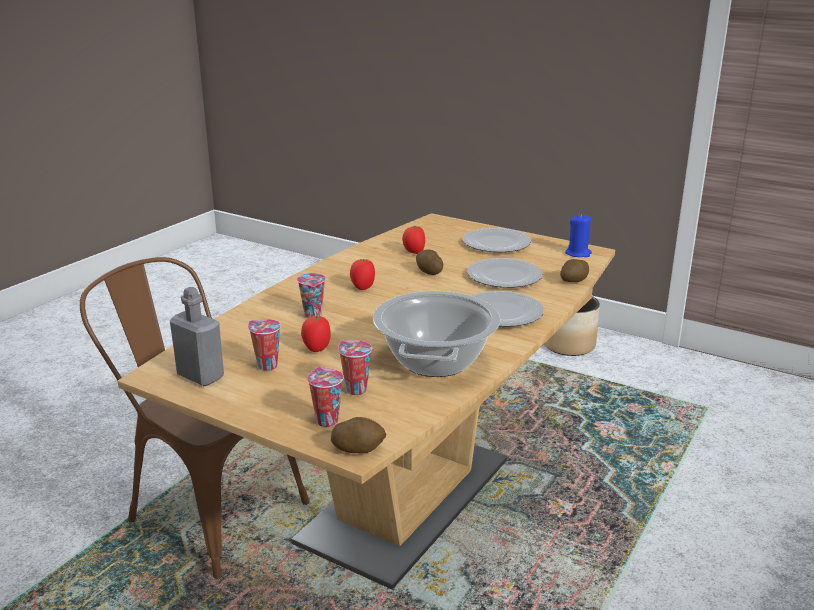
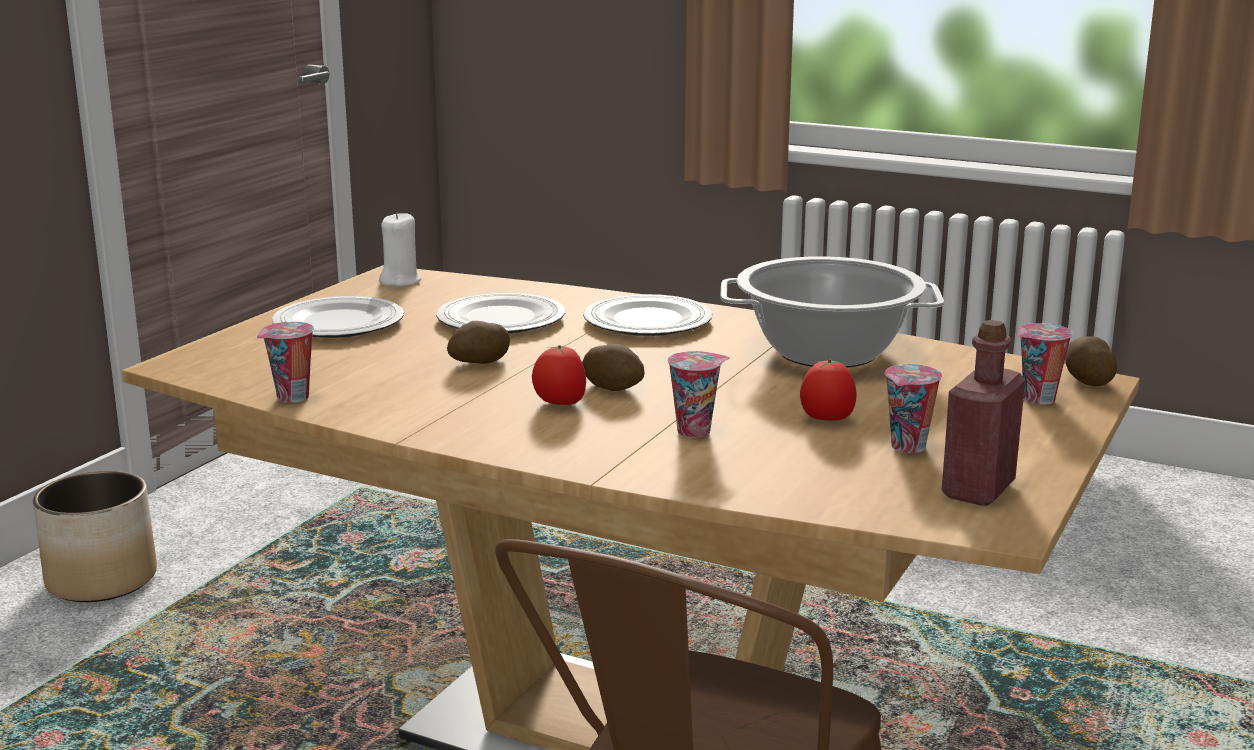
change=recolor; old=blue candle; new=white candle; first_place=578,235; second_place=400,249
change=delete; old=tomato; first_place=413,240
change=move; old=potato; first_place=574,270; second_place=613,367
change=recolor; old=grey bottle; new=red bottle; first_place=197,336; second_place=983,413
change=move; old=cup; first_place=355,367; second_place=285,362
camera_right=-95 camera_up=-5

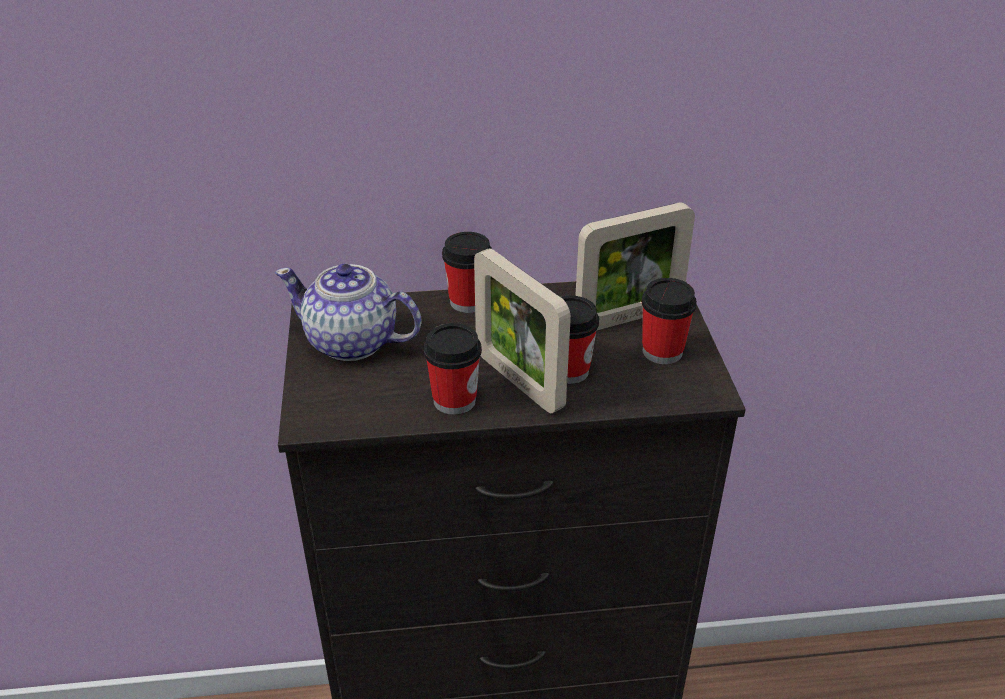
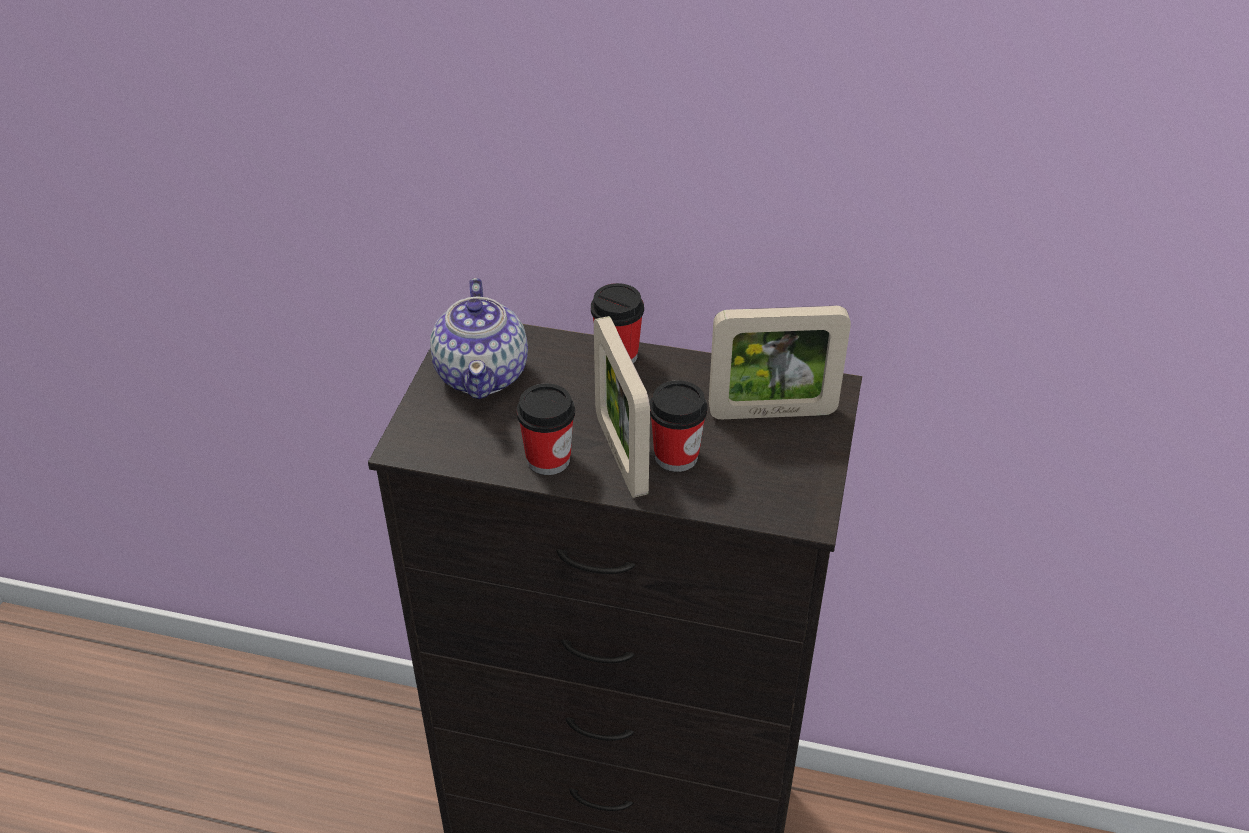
change=rotate; old=teapot; first_place=348,312; second_place=479,338; degrees=-135
change=delete; old=cup; first_place=669,321
camera_right=20 camera_up=5

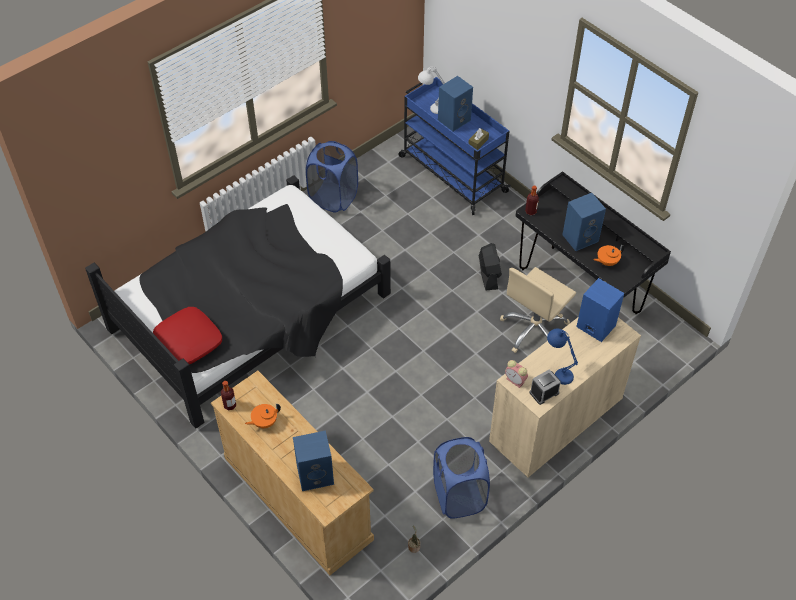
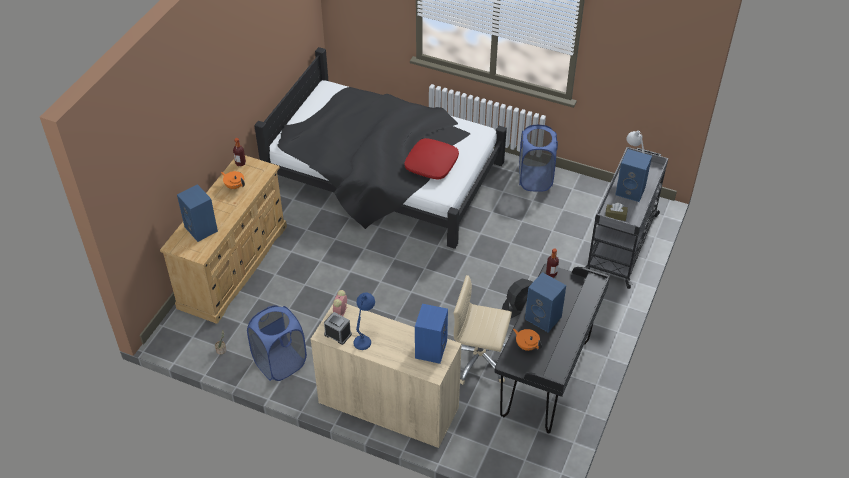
change=recolor; old=blue cart; new=grey cart; first_place=454,146; second_place=626,218
change=move; old=red pillow; first_place=187,335; second_place=431,159
camera_right=65 camera_up=-5

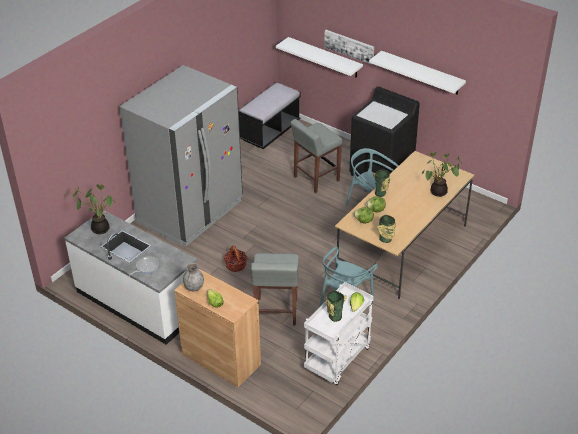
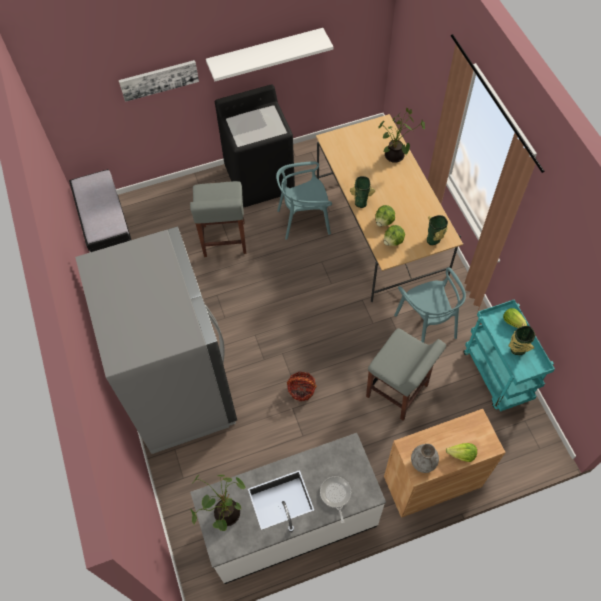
change=delete; old=white shelf; first_place=319,57
change=recolor; old=white cart; new=turquoise cart; first_place=339,333; second_place=509,355
camera_right=-55 camera_up=20

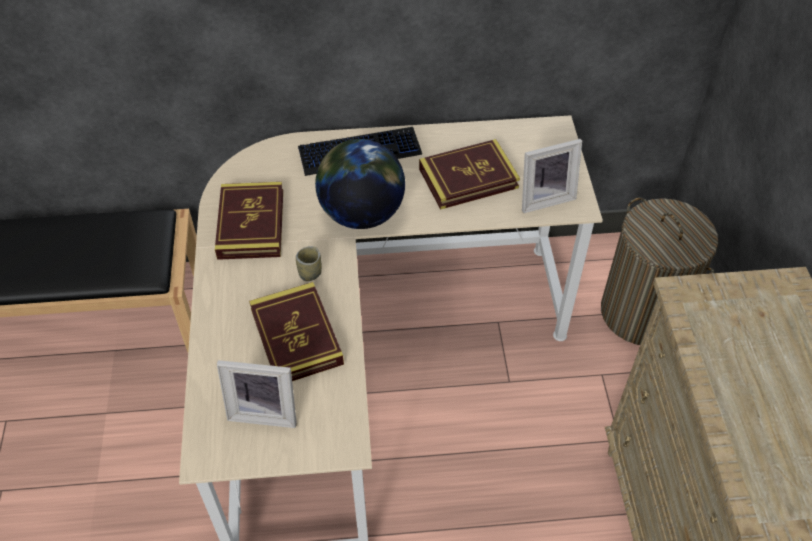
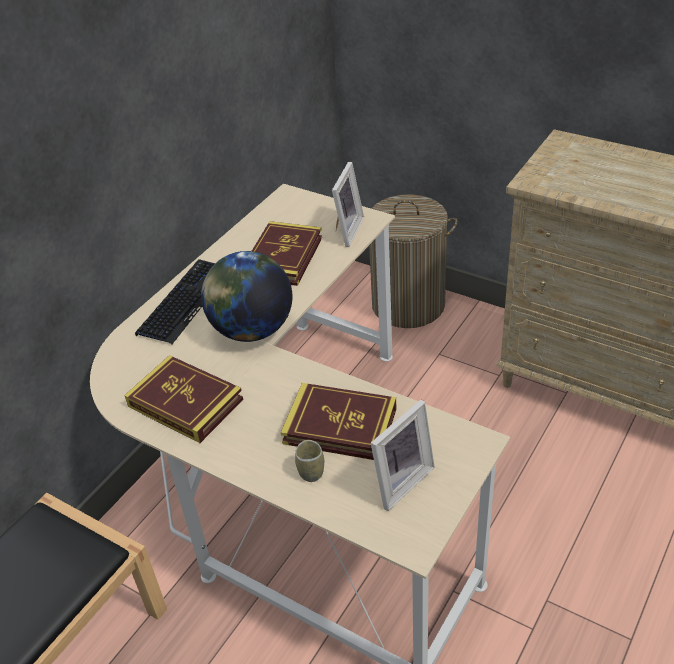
change=move; old=cup; first_place=309,263; second_place=309,461
camera_right=-50 camera_up=-10

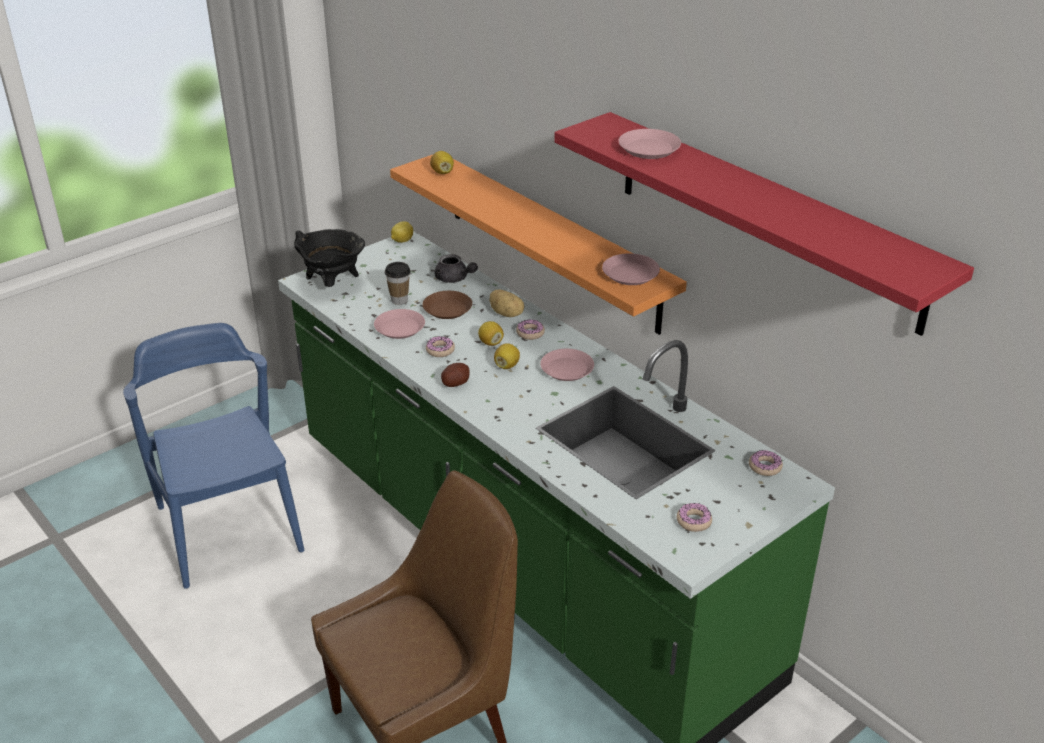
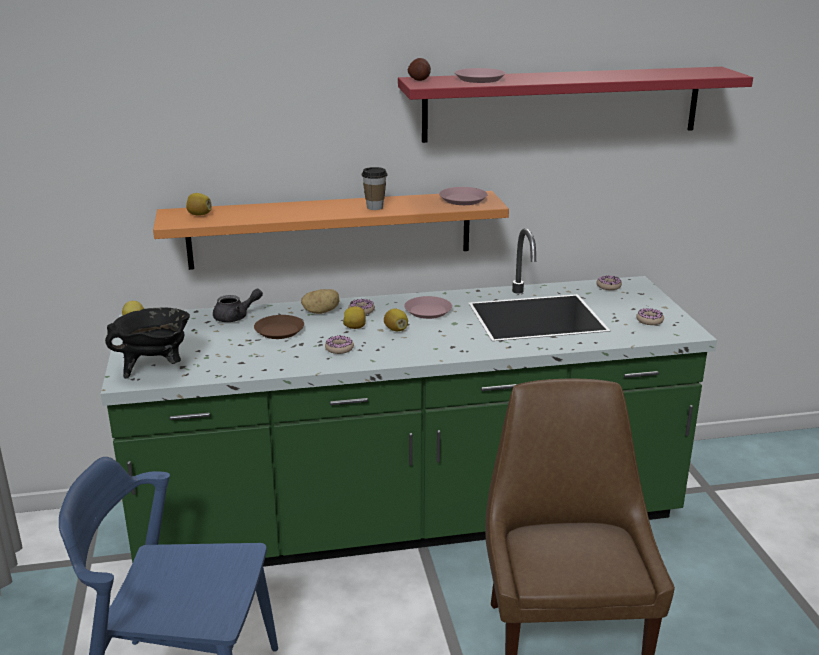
change=move; old=cup; first_place=398,283; second_place=375,188
change=delete; old=pink plate; first_place=399,324
change=move; old=potato; first_place=455,375; second_place=419,69
camera_right=-60 camera_up=-10

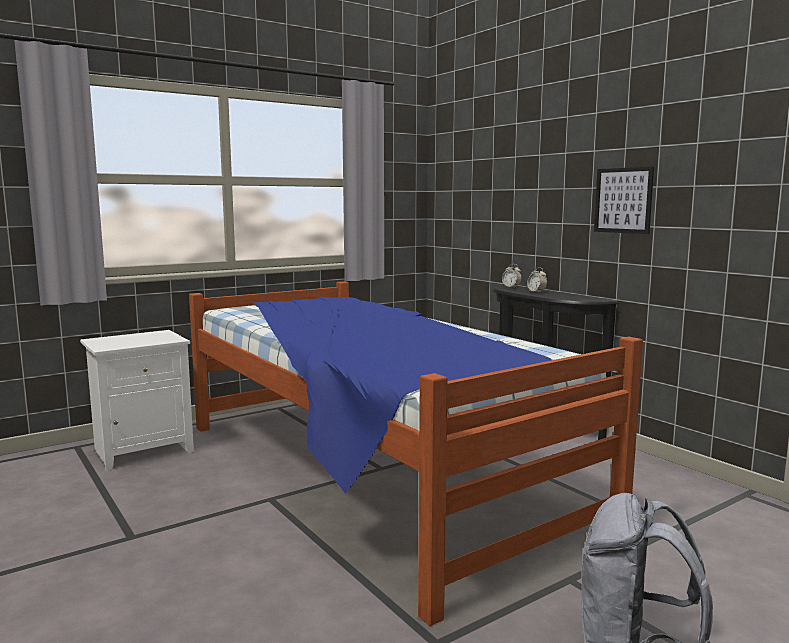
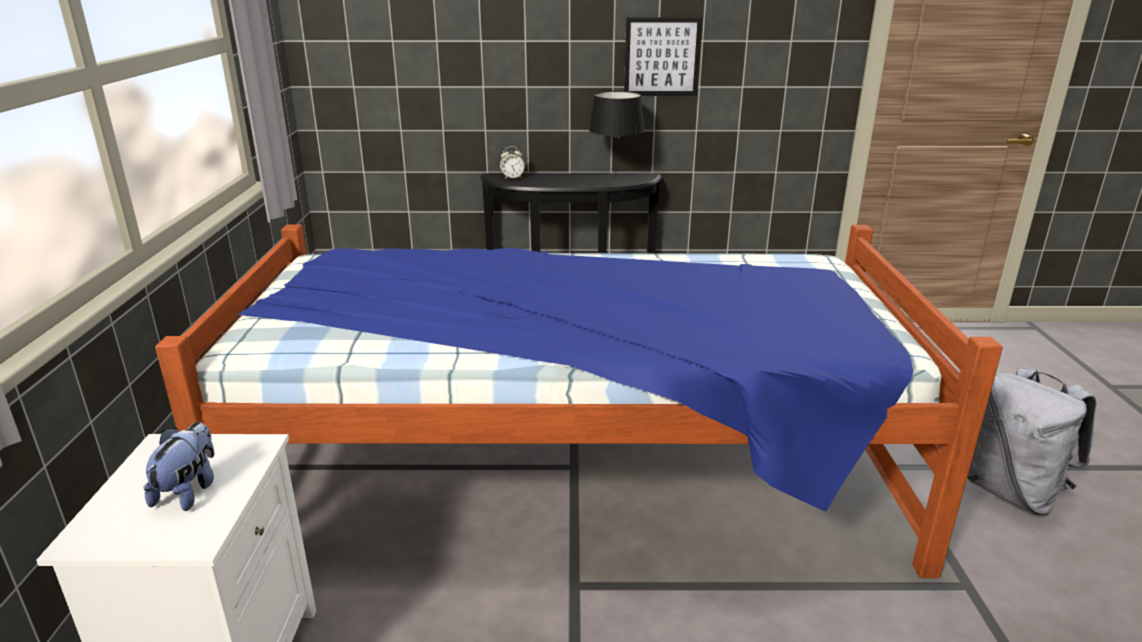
change=delete; old=alarm clock; first_place=537,280
change=insert; new=black table lamp; second_place=617,135
change=insert; new=plush toy; second_place=179,466
camera_right=-55 camera_up=15

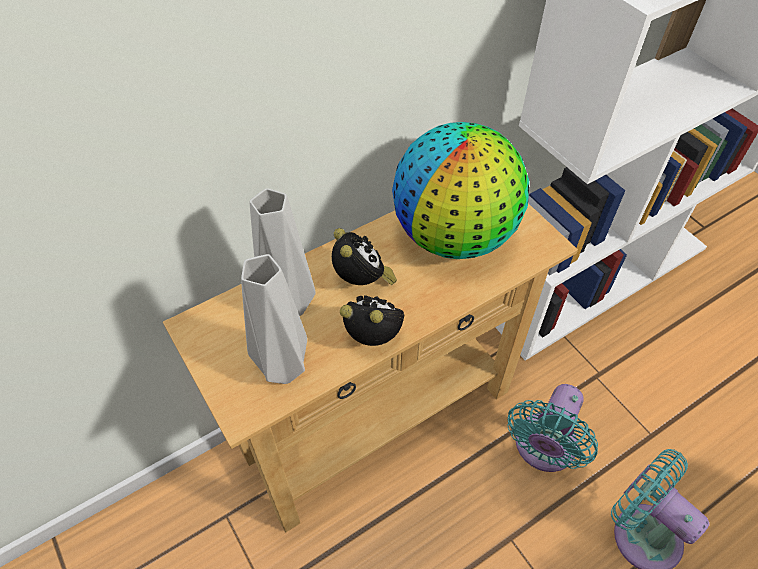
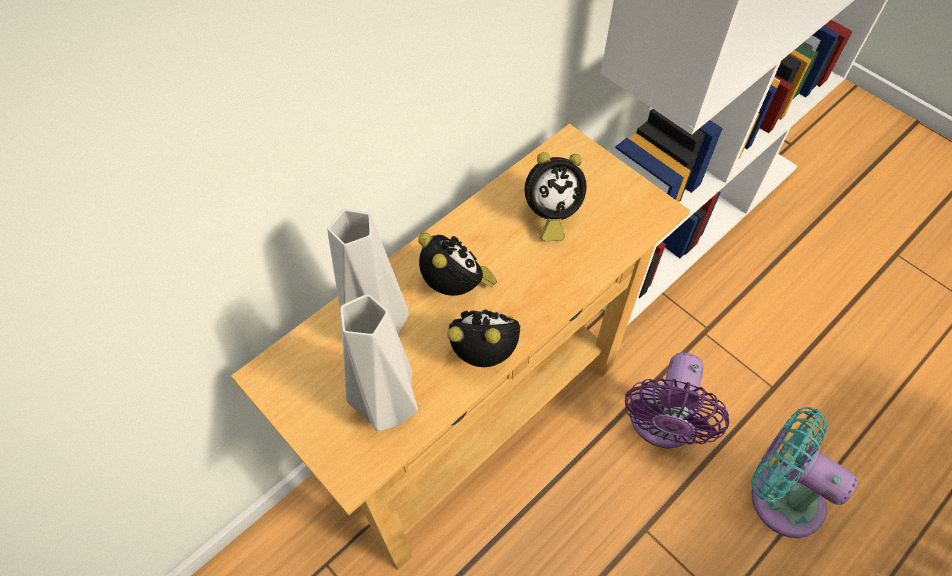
change=replace; old=globe; new=alarm clock; first_place=460,190; second_place=555,196
change=recolor; old=turquoise fan; new=purple fan; first_place=552,428; second_place=677,400
camera_right=-10 camera_up=5

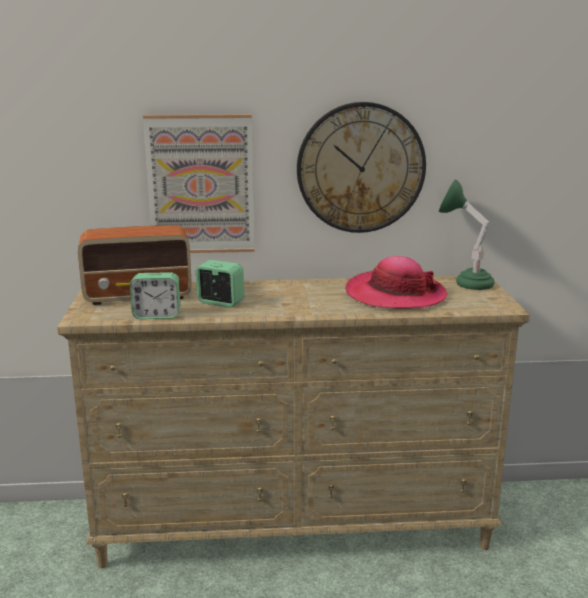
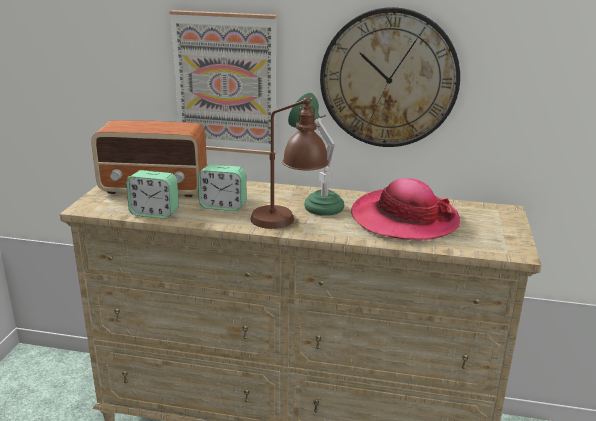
change=move; old=green table lamp; first_place=466,234; second_place=316,154
change=rotate; old=alarm clock; first_place=219,284; second_place=222,187; degrees=150
change=insert; new=brown table lamp; second_place=289,163
camera_right=15 camera_up=5

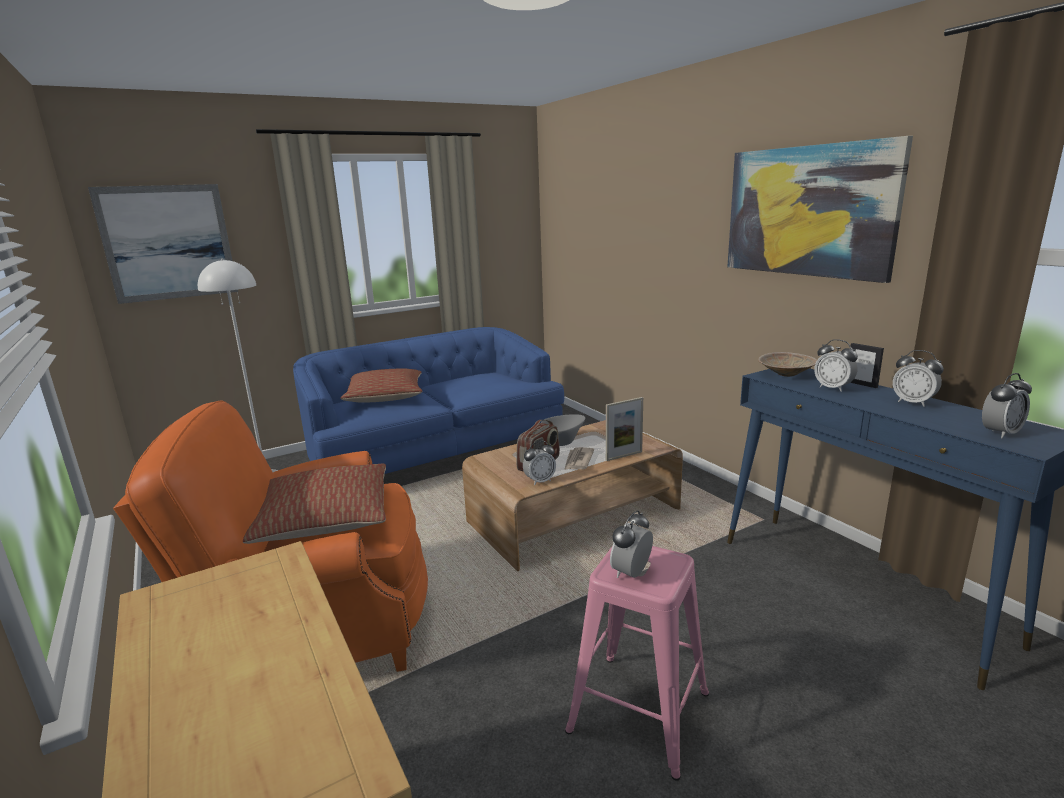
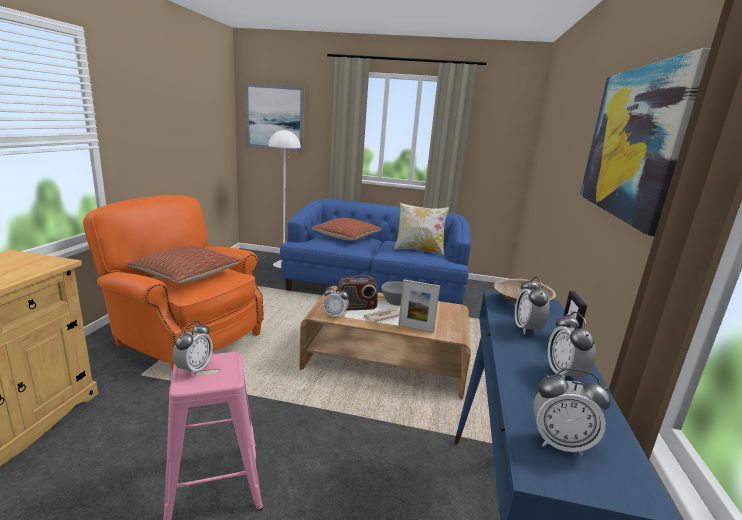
change=rotate; old=alarm clock; first_place=631,544; second_place=192,349; degrees=120
change=insert; new=pillow; second_place=421,229
camera_right=40 camera_up=0

